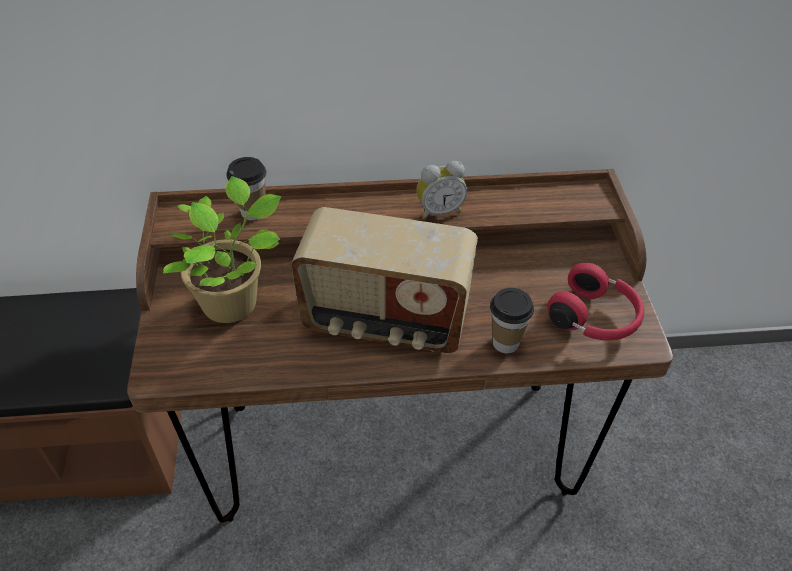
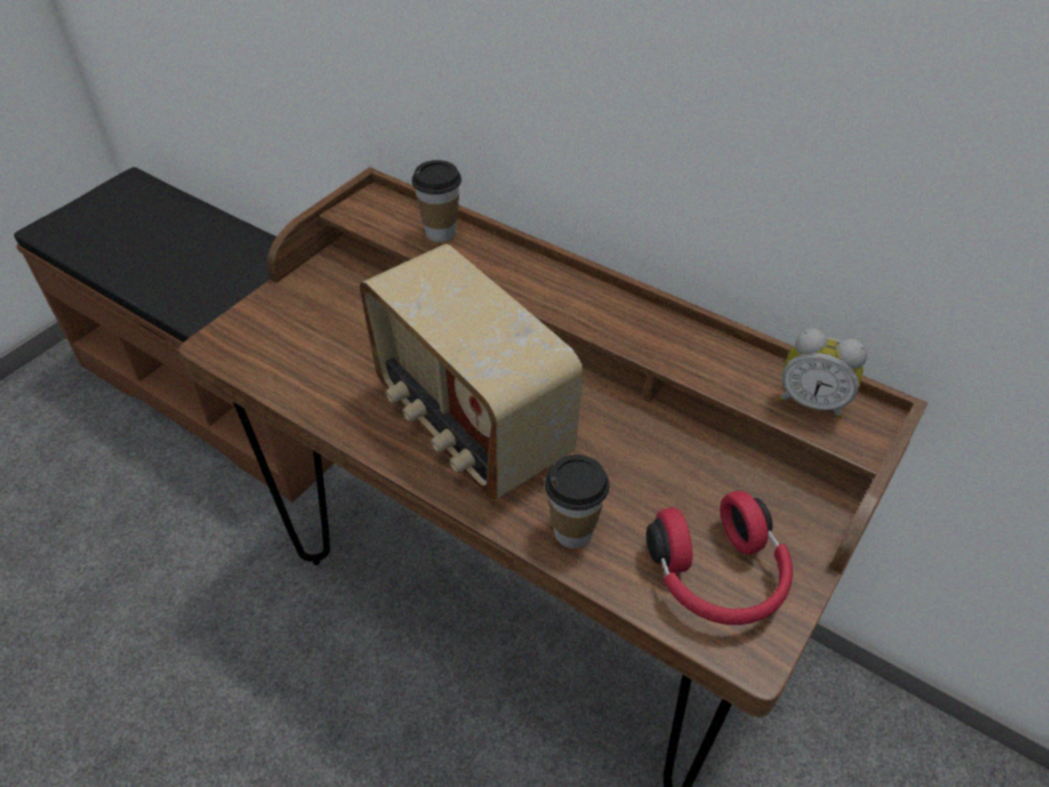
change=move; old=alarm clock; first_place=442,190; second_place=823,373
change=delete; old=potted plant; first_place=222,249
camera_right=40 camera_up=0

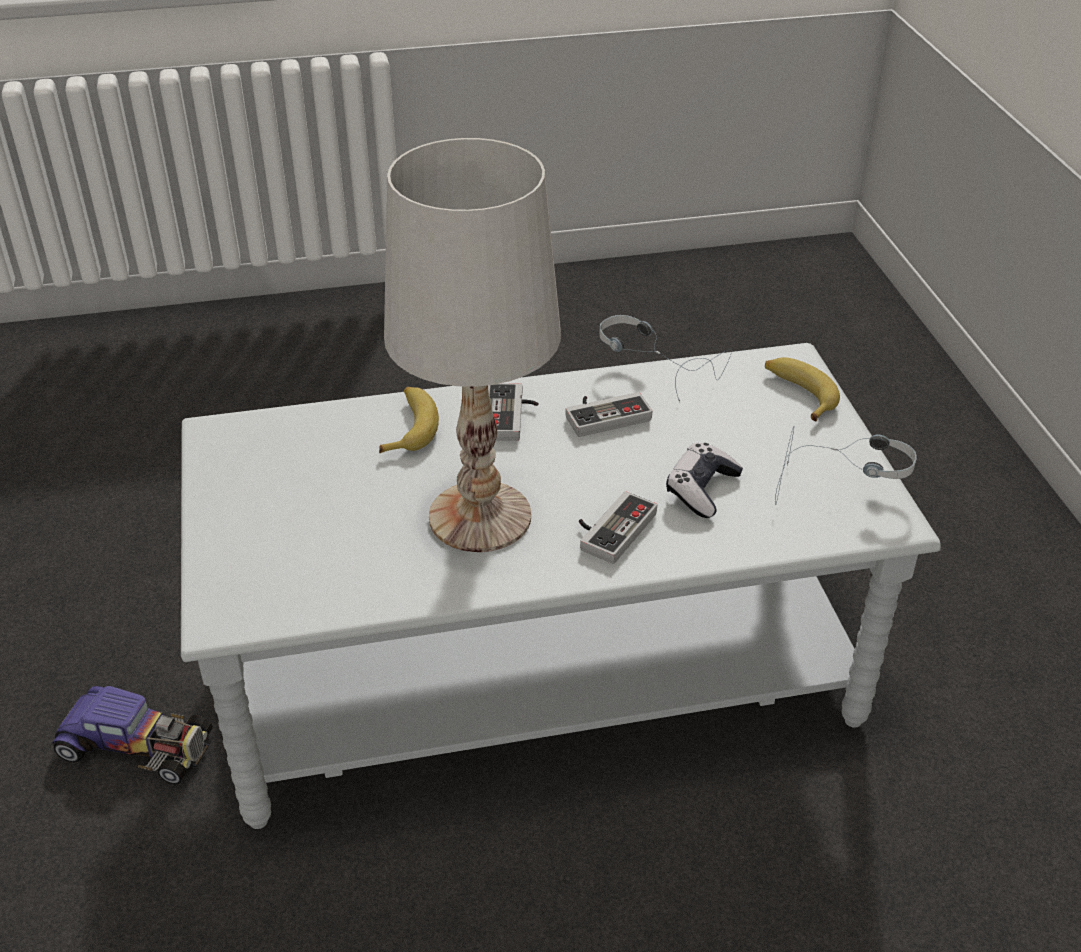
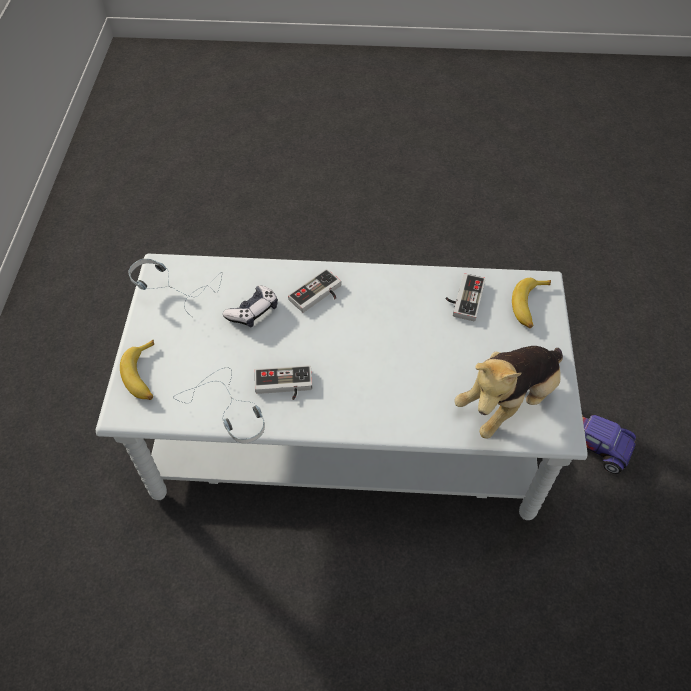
change=delete; old=white table lamp; first_place=472,345
change=move; old=game controller; first_place=513,412; second_place=465,297
change=move; old=banana; first_place=409,420; second_place=531,303
change=insert; new=plush toy; second_place=508,392
camera_right=-165 camera_up=15

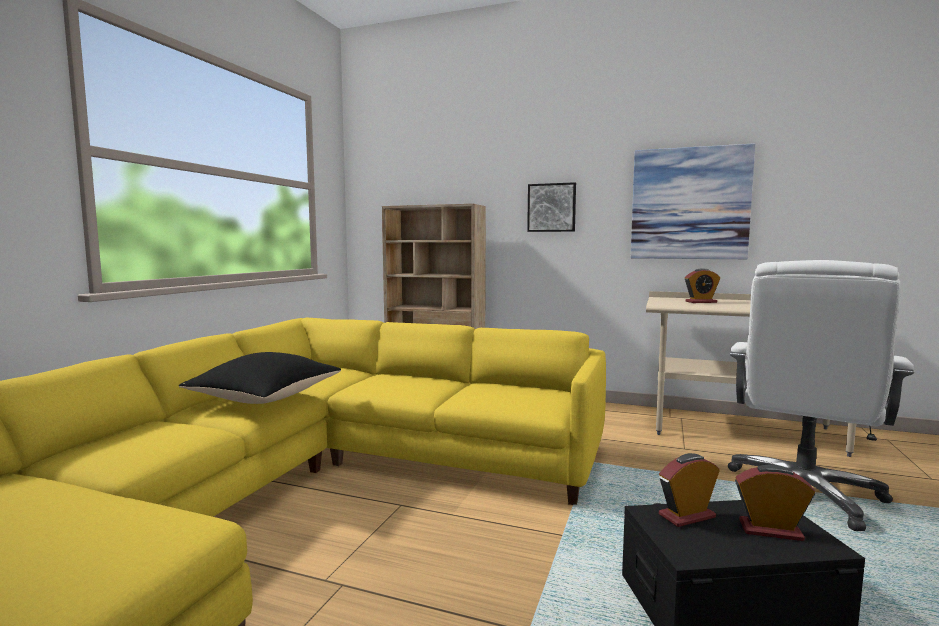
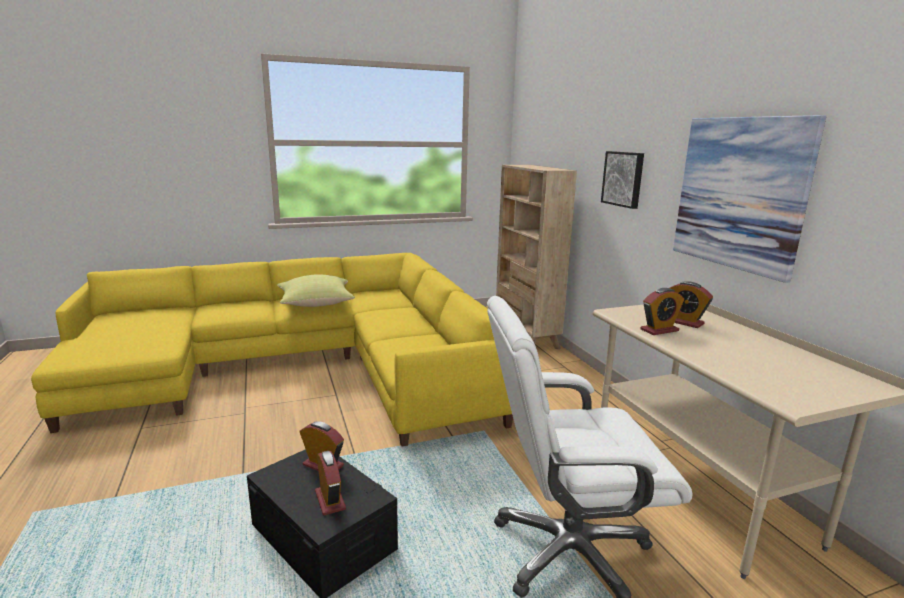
change=recolor; old=black pillow; new=yellow pillow; first_place=260,378; second_place=316,290
change=insert; new=alarm clock; second_place=662,311
camera_right=50 camera_up=10

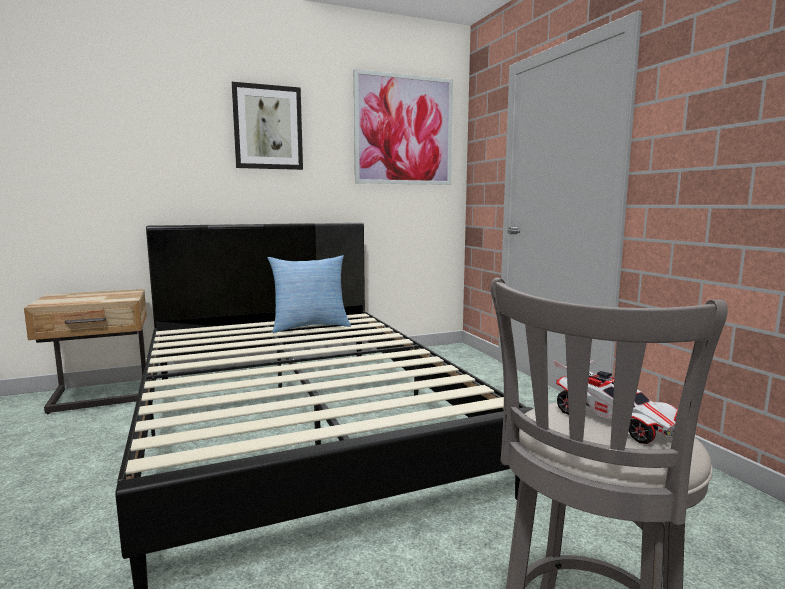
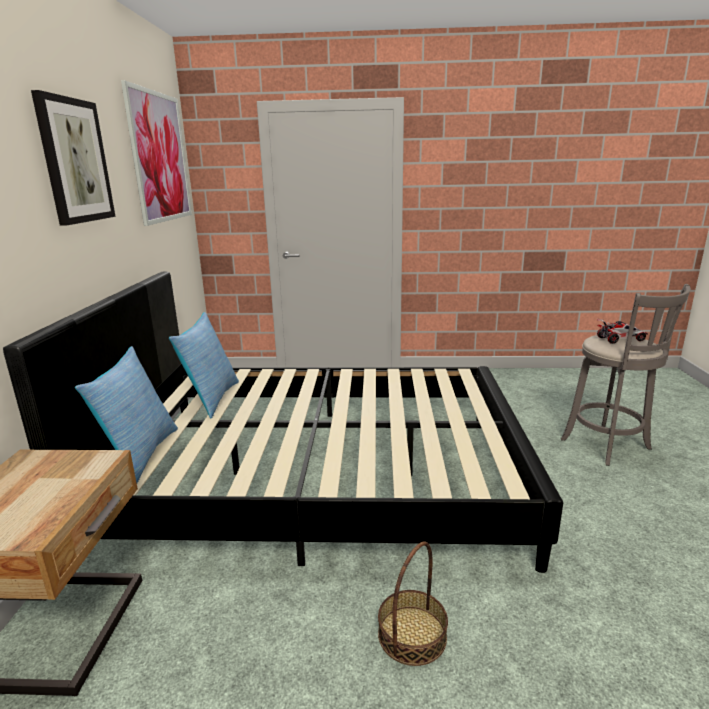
change=insert; new=pillow; second_place=126,414
change=insert; new=basket; second_place=413,603
camera_right=-65 camera_up=10

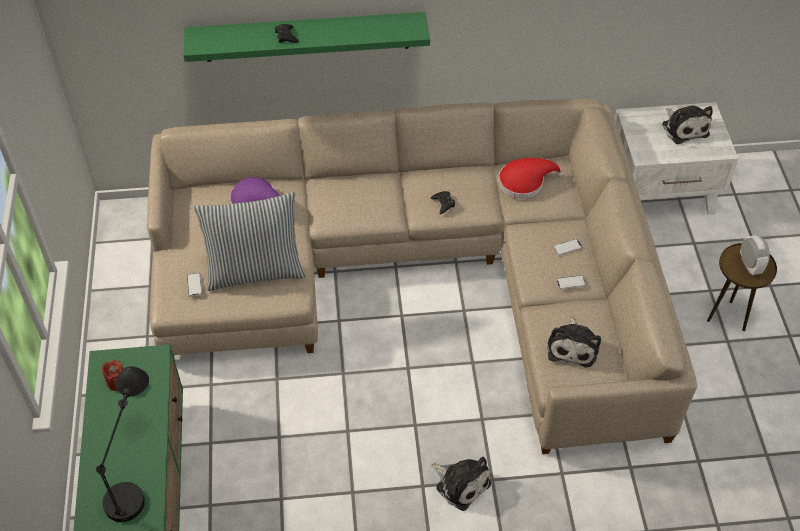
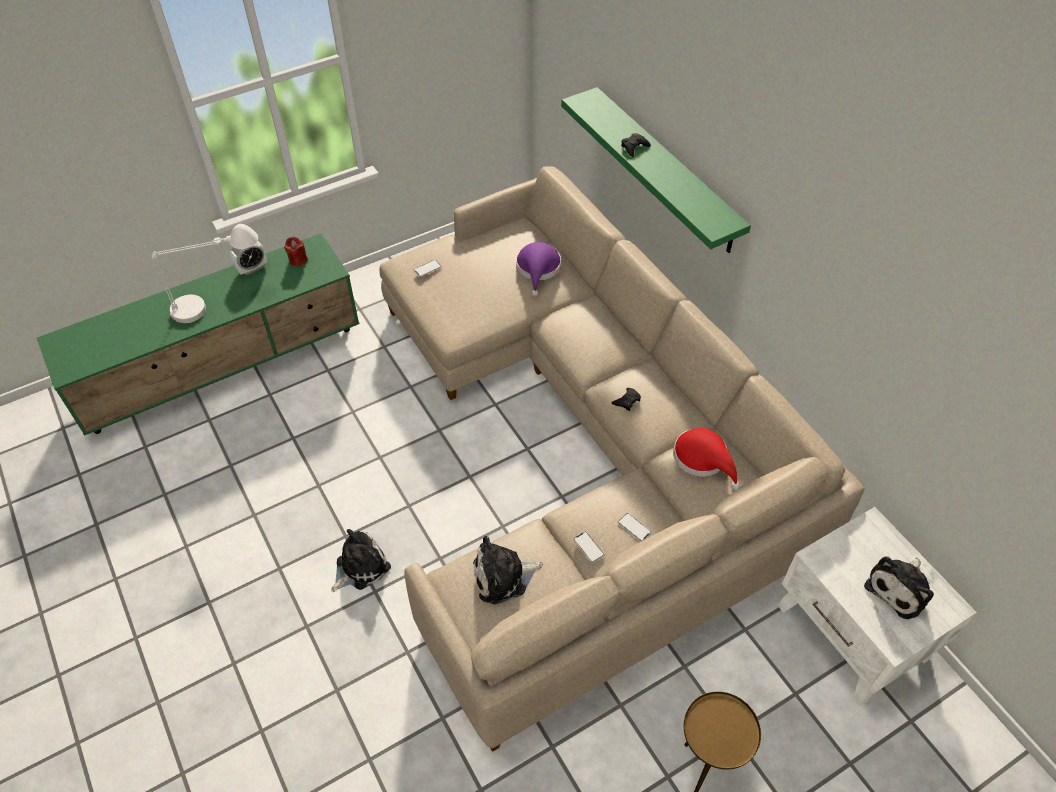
change=delete; old=pillow; first_place=249,241
change=move; old=alarm clock; first_place=755,255; second_place=248,258
change=recolor; old=black table lamp; new=white table lamp; first_place=122,444; second_place=204,273
change=rotate; old=plush toy; first_place=461,483; second_place=361,560; degrees=-150
camera_right=65 camera_up=0

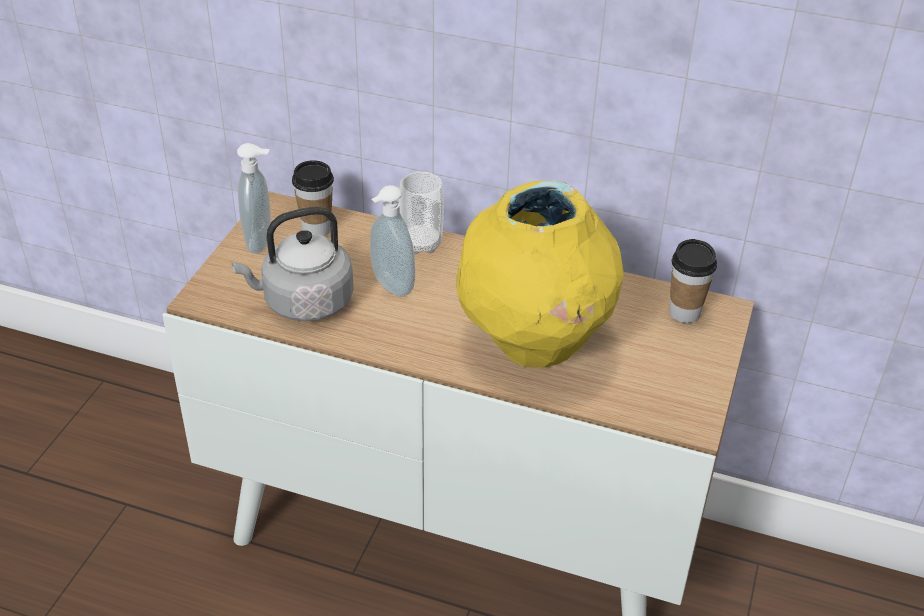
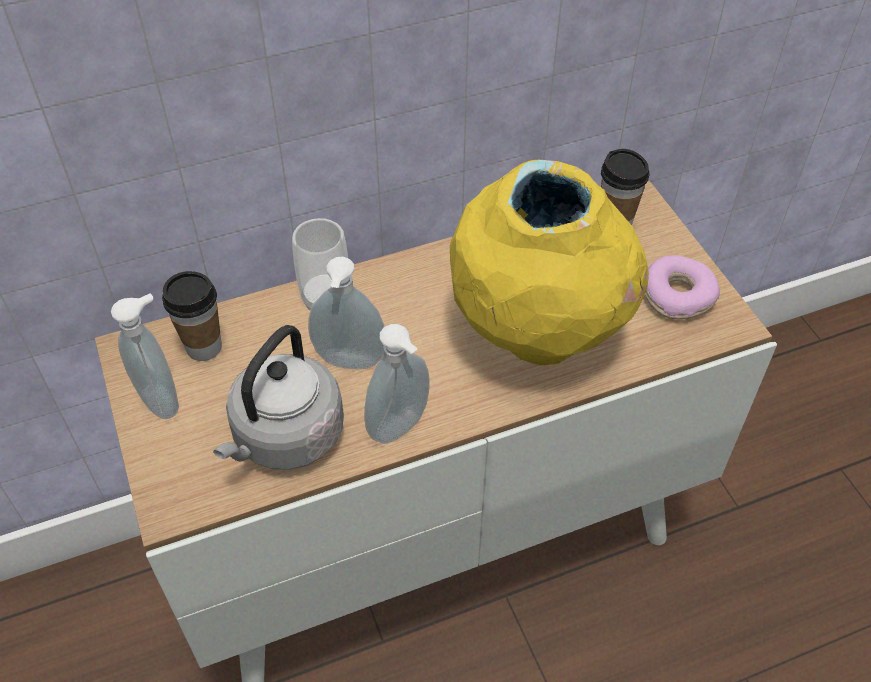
change=insert; new=donut; second_place=682,287
change=insert; new=soap dispenser; second_place=397,384
camera_right=-40 camera_up=10

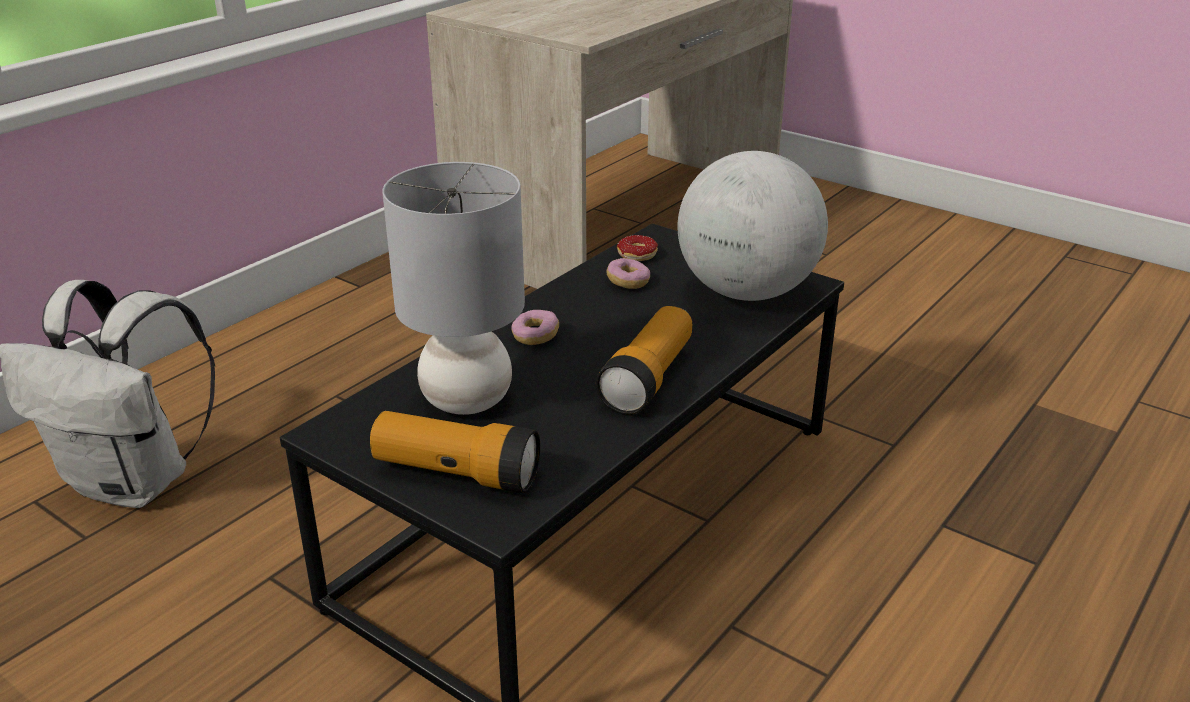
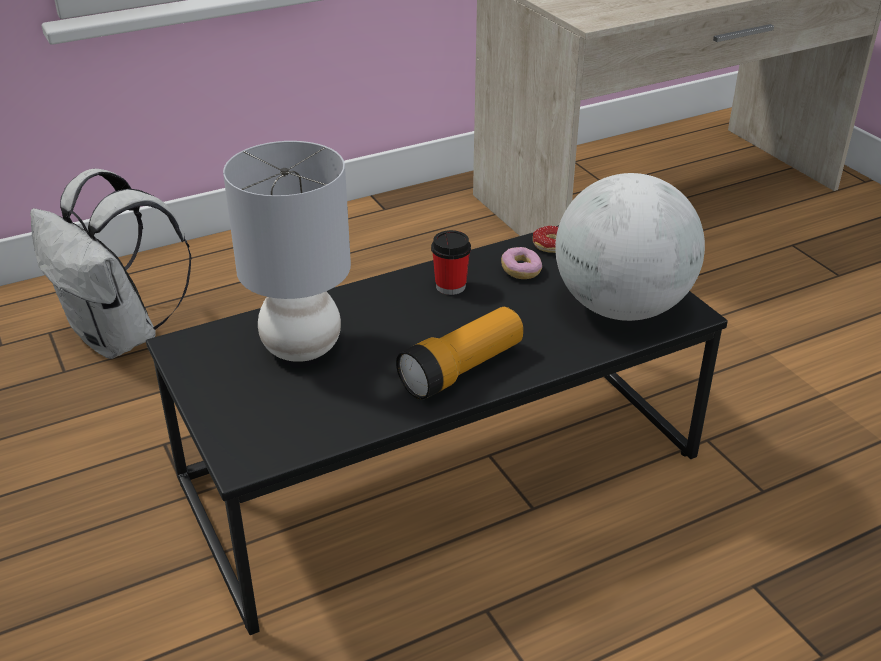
change=delete; old=donut; first_place=535,327
change=delete; old=flashlight; first_place=455,452
change=insert; new=cup; second_place=451,262
camera_right=25 camera_up=5

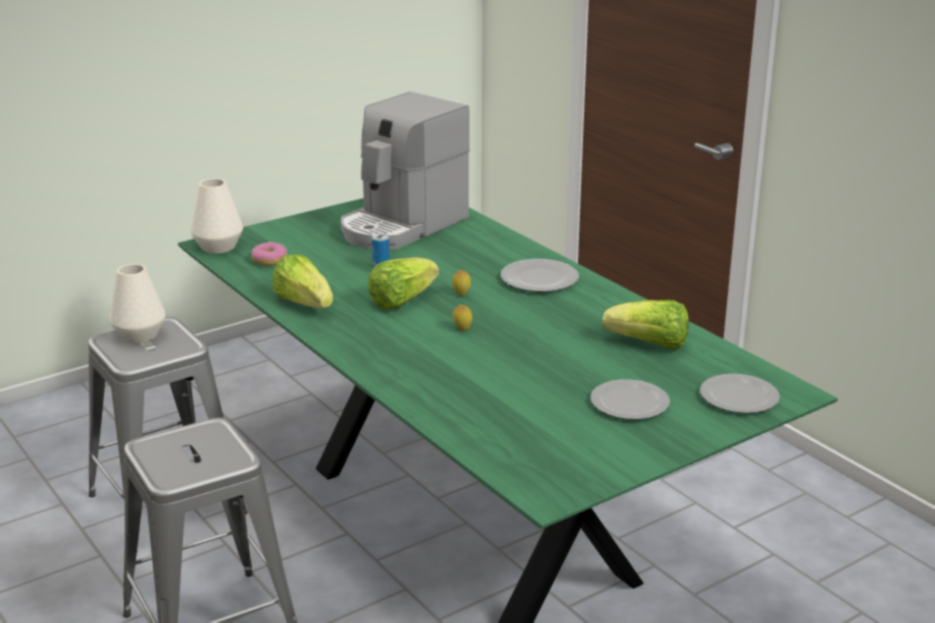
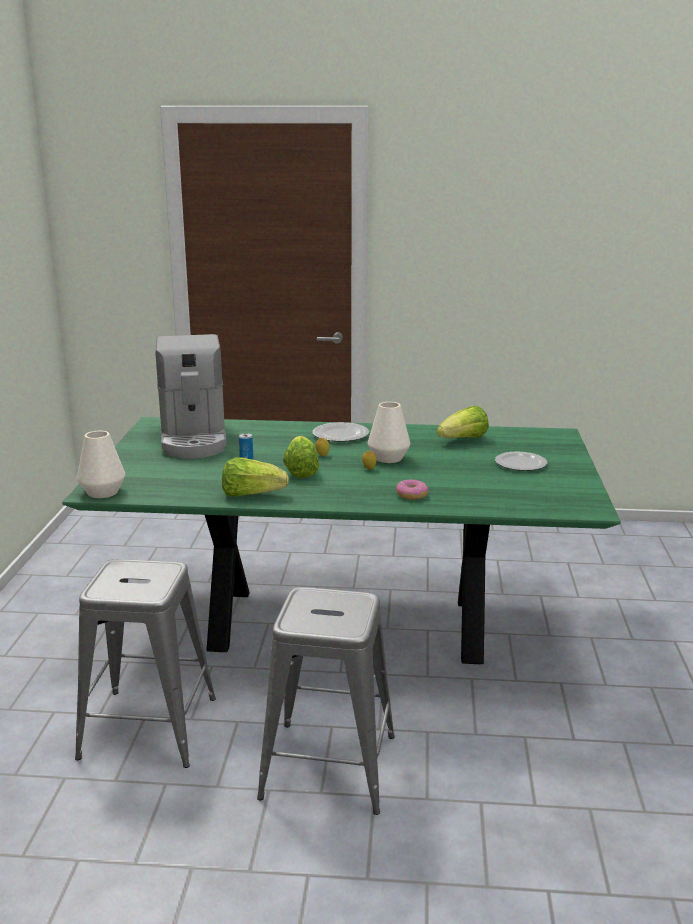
change=move; old=donut; first_place=269,254; second_place=412,489
change=move; old=white vase; first_place=137,303; second_place=389,432
change=delete; old=plate; first_place=740,393
camera_right=-50 camera_up=-5

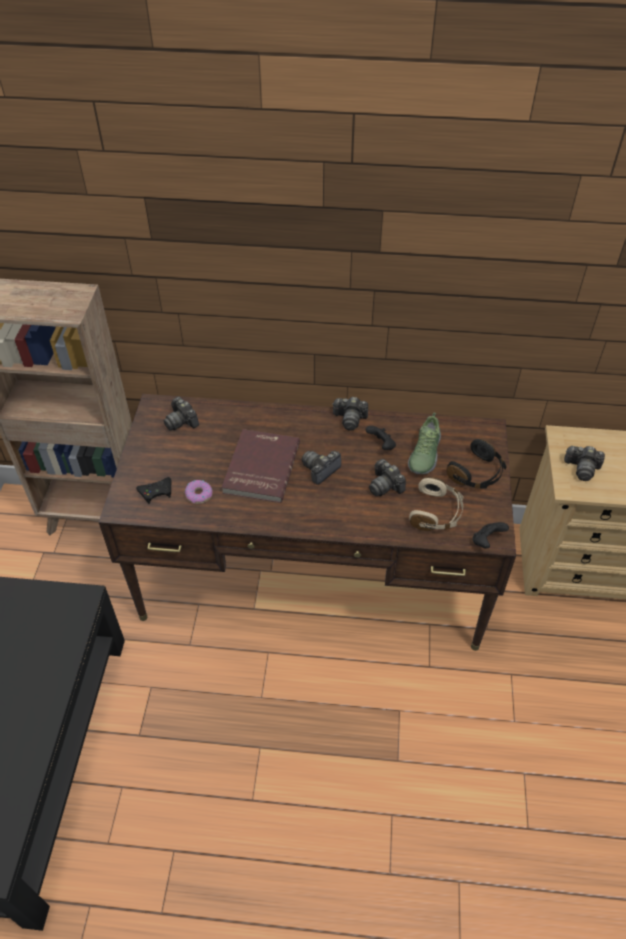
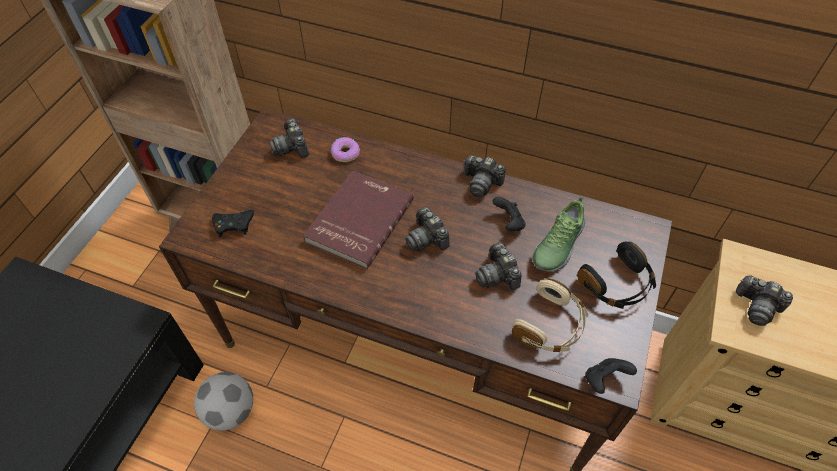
change=rotate; old=photo camera; first_place=321,468; second_place=427,229; degrees=-90
change=move; old=donut; first_place=199,492; second_place=345,149
change=insert; new=football; second_place=223,401
camera_right=15 camera_up=5

